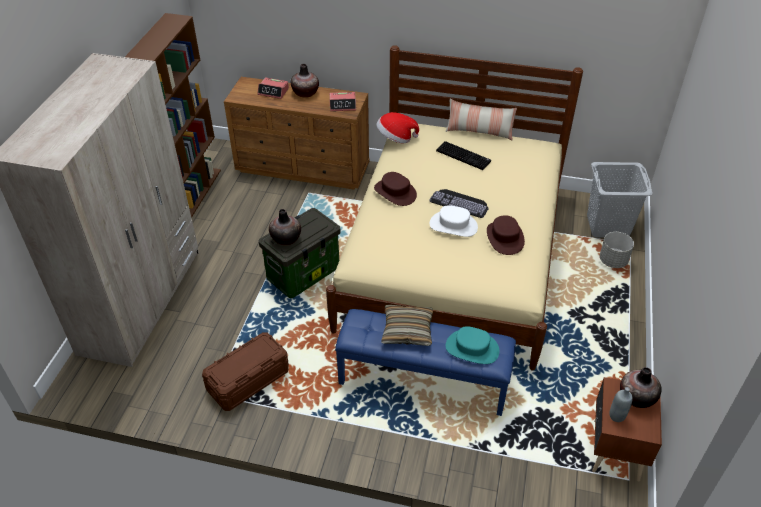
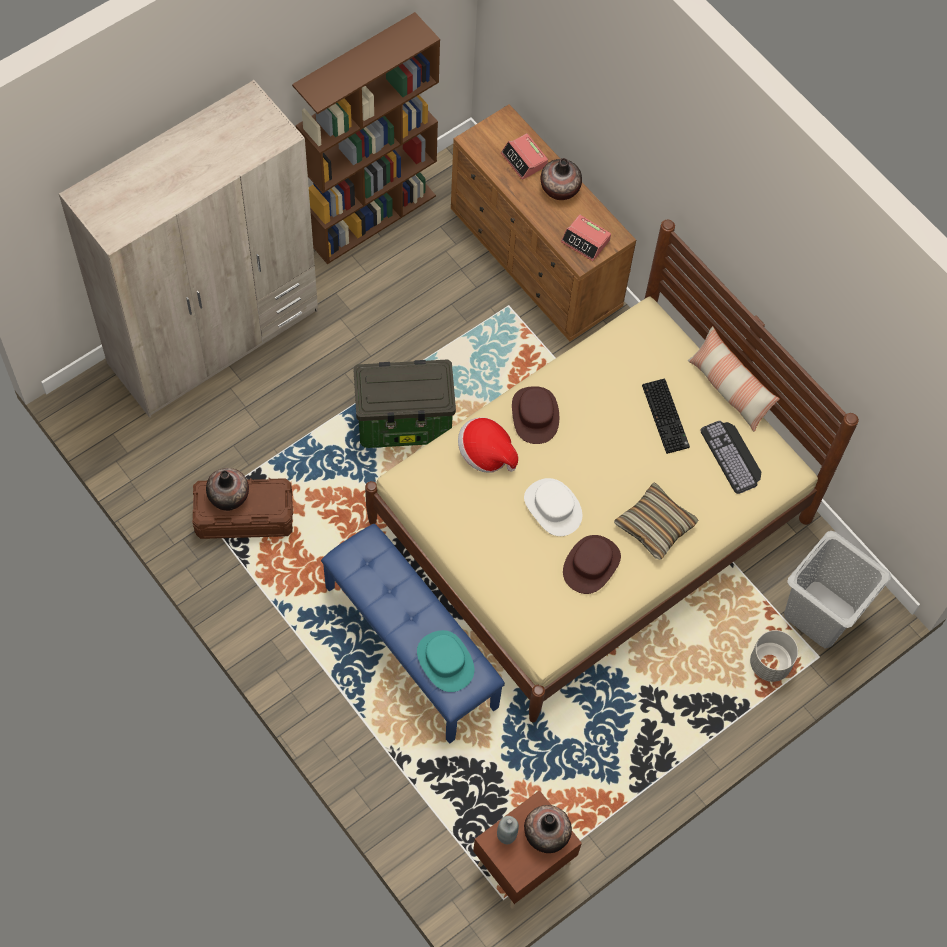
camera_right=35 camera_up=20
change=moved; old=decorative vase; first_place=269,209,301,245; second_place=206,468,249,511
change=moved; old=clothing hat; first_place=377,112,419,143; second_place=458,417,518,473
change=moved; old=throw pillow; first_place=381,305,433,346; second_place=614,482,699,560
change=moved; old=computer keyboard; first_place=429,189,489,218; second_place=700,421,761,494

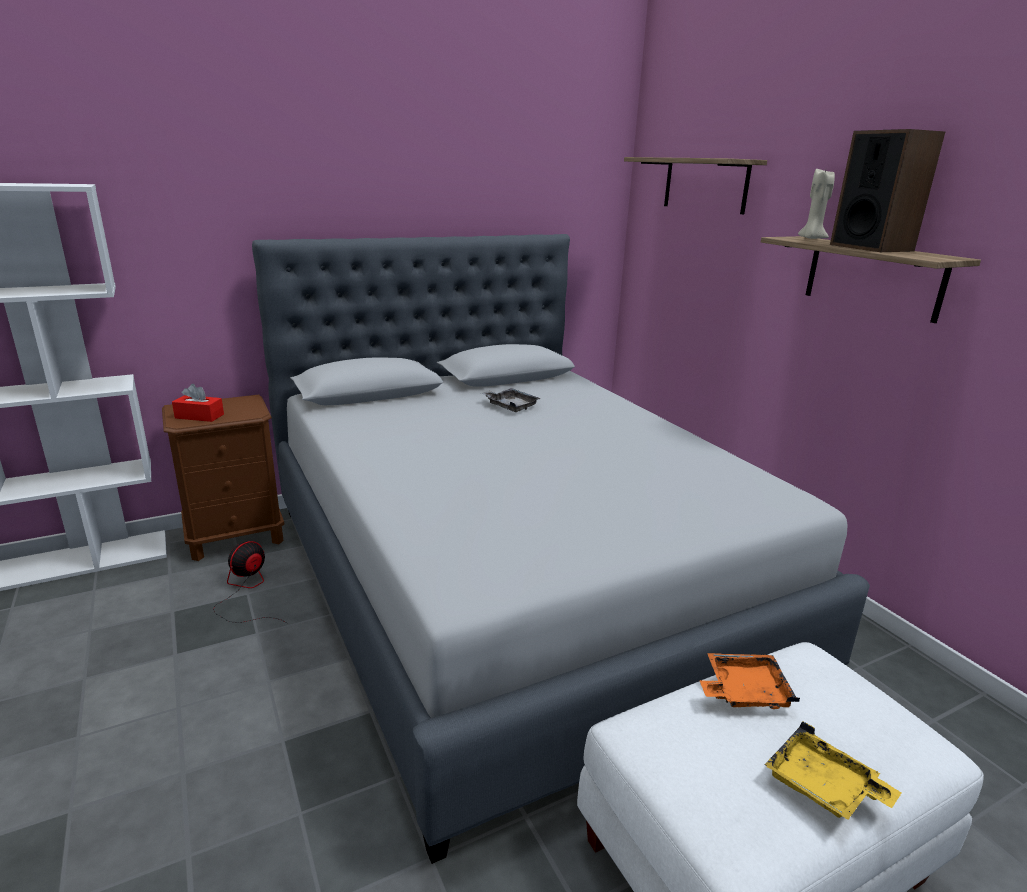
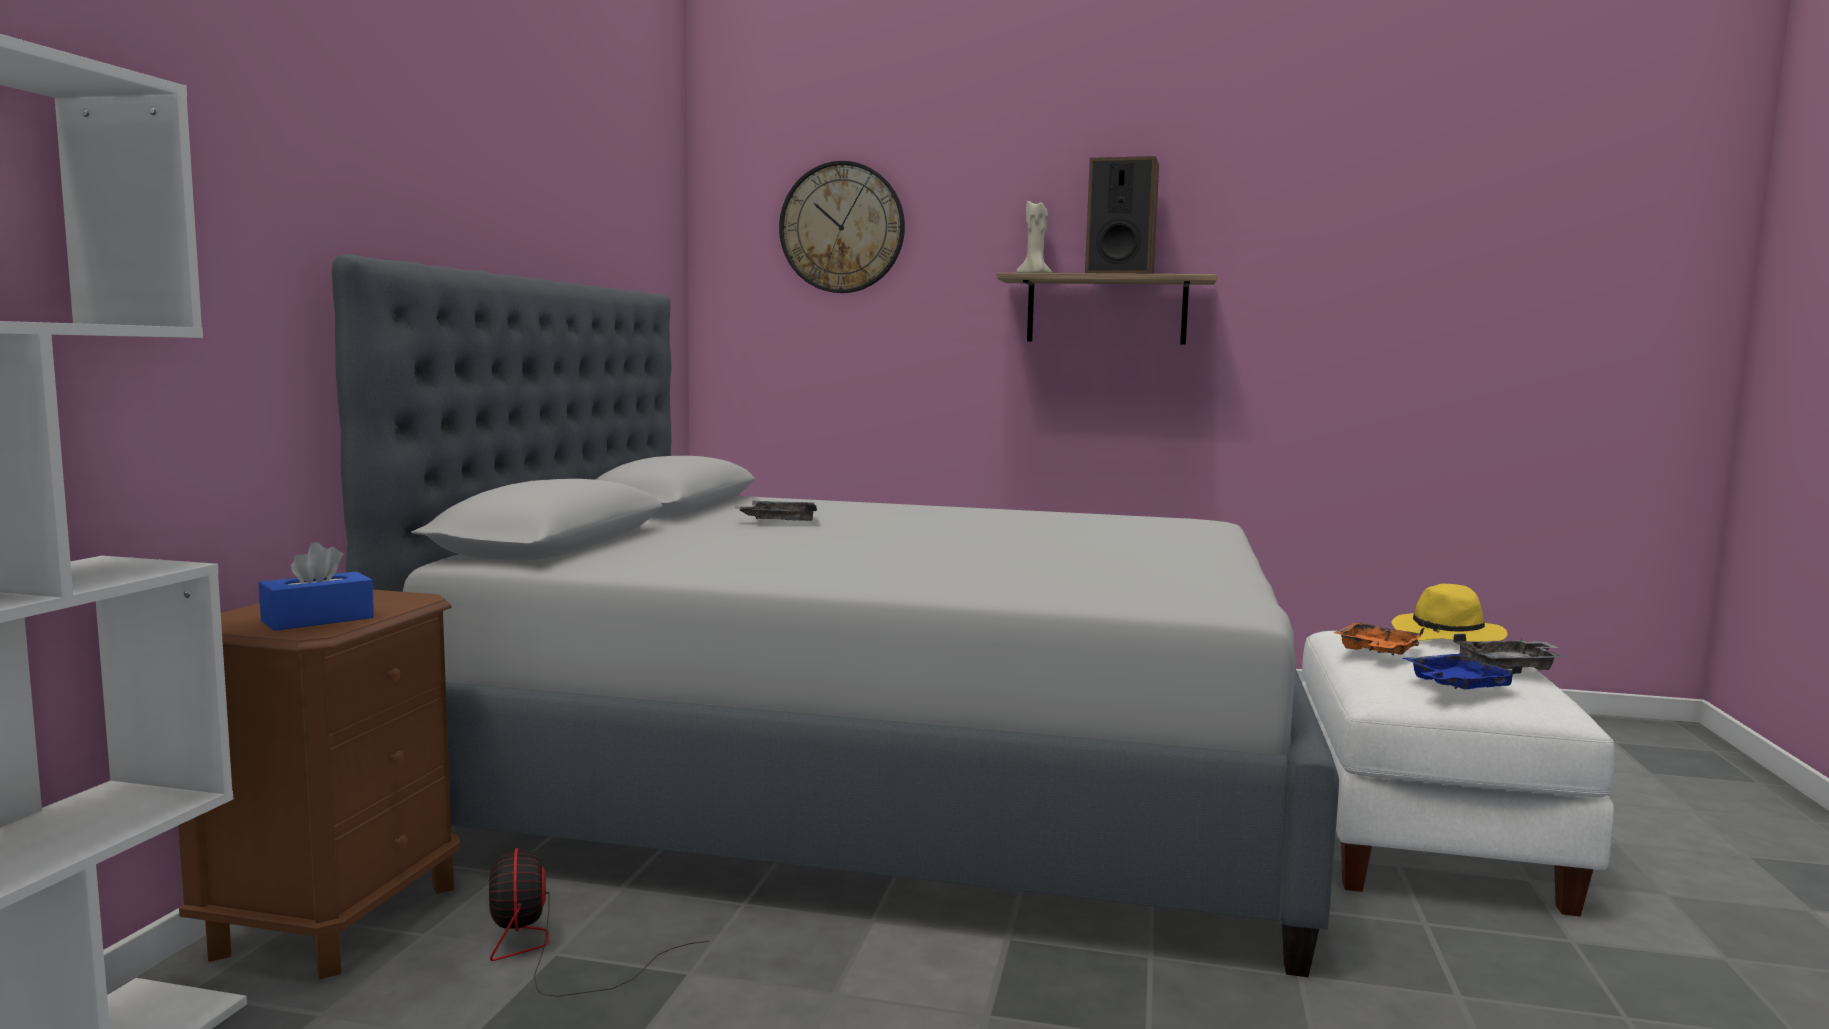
camera_right=-50 camera_up=-15
change=added; new=yellow clothing hat; second_place=1391,584,1508,641
change=added; new=bluish tray; second_place=1403,654,1523,689
change=replaced; old=bracket shelf; new=wall clock; first_place=624,157,767,214; second_place=779,161,905,293
change=recoloured; old=reddish box of tissues; new=bluish box of tissues; first_place=172,384,224,422; second_place=259,542,374,631
change=recoloured; old=yellow tray; new=gray tray; first_place=764,721,902,820; second_place=1453,634,1564,670

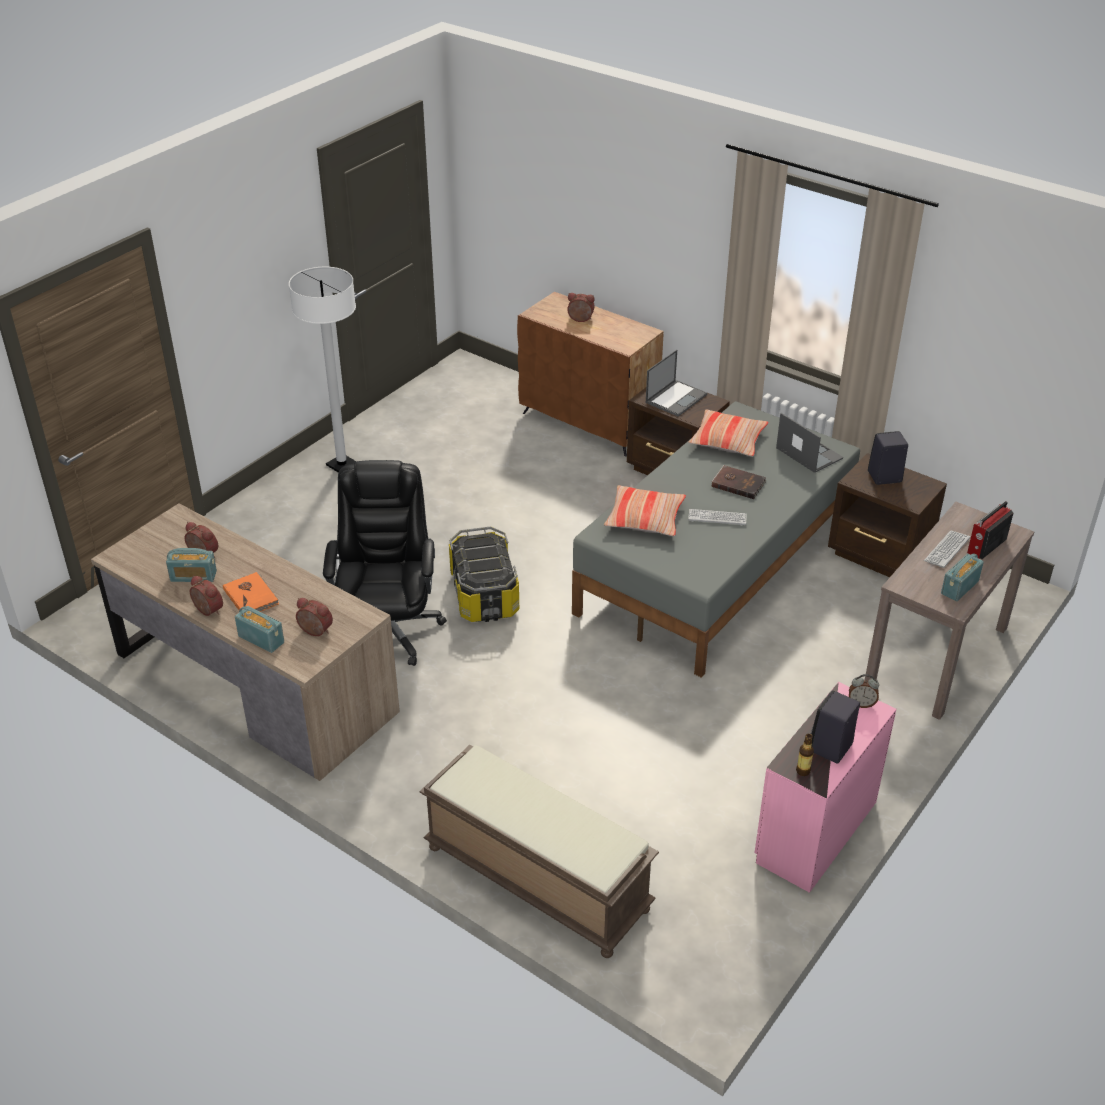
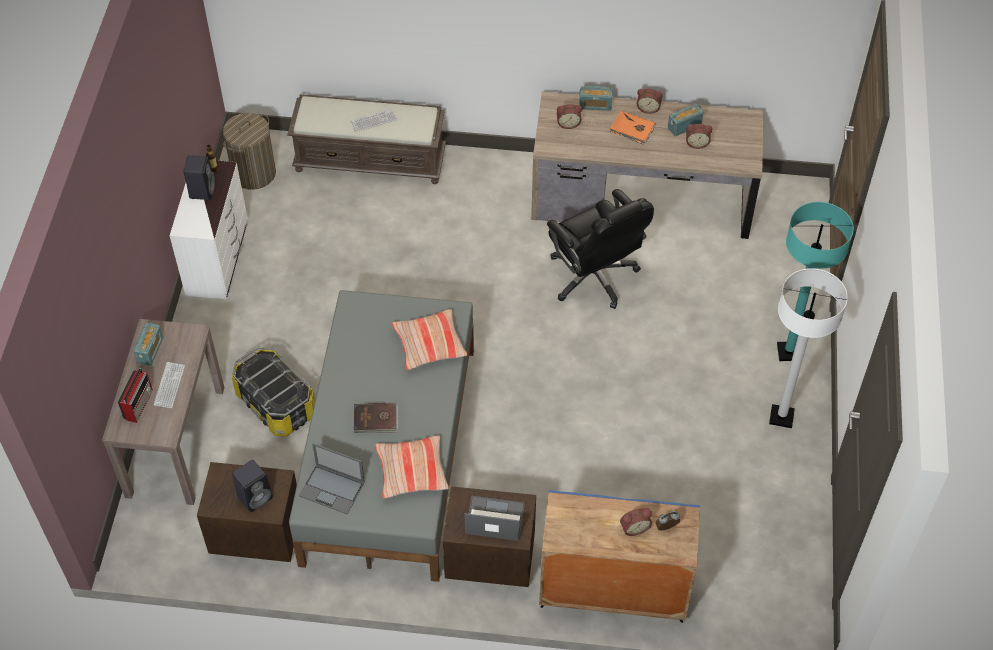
camera_right=150 camera_up=15
change=added; new=washing basket; second_place=223,113,276,190
change=added; new=turquoise-coloured standing lamp; second_place=777,202,854,361
change=moved; old=storage bin; first_place=449,527,519,622; second_place=232,347,315,437
change=moved; old=computer keyboard; first_place=688,509,747,526; second_place=350,108,397,132
change=moved; old=bedside clock; first_place=849,674,879,708; second_place=655,510,680,531
change=recoloured; old=brown-coloured cupboard; new=bluish cupboard; first_place=517,292,664,456; second_place=539,490,700,623
change=recoloured; old=pinkish dresser; new=whitish dresser; first_place=755,682,896,893; second_place=170,160,248,300
change=turned; old=notebook computer; first_place=646,350,707,417; second_place=464,496,525,541; degrees=90

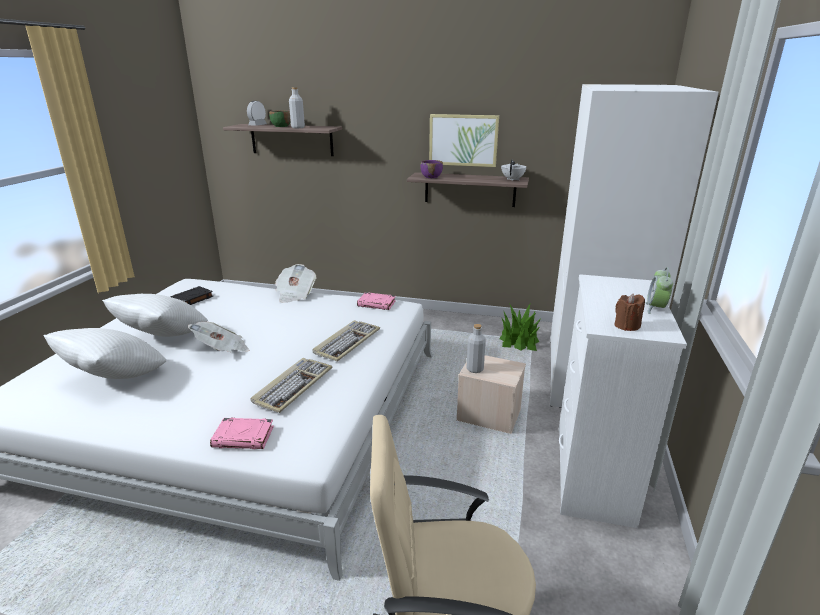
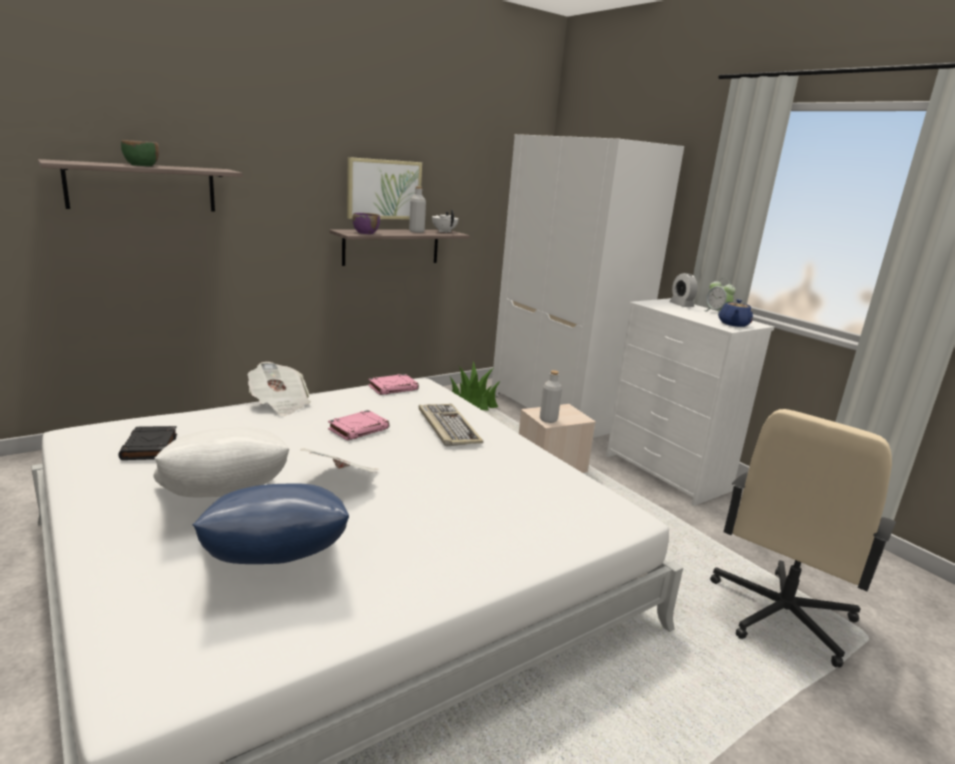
camera_right=-50 camera_up=-5
change=removed; old=computer keyboard; first_place=251,358,332,413
change=moved; old=pinkish volume; first_place=210,417,274,449; second_place=328,410,389,441
change=moved; old=bedside clock; first_place=247,101,267,126; second_place=669,273,698,307
change=moved; old=gray drink bottle; first_place=289,87,305,128; second_place=409,186,426,233
change=replaced; old=brown-coloured wax light; new=bluish pot for tea; first_place=614,293,645,331; second_place=719,299,753,327
change=recoloured; old=whitish throw pillow; new=bluish throw pillow; first_place=43,328,167,379; second_place=193,483,349,564

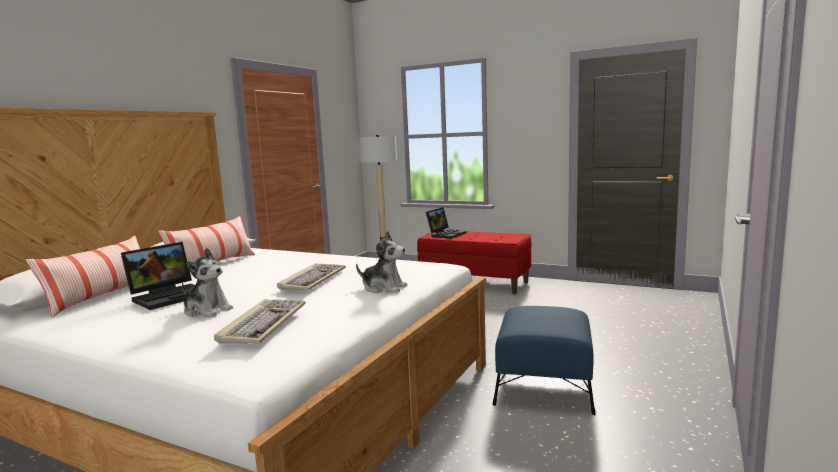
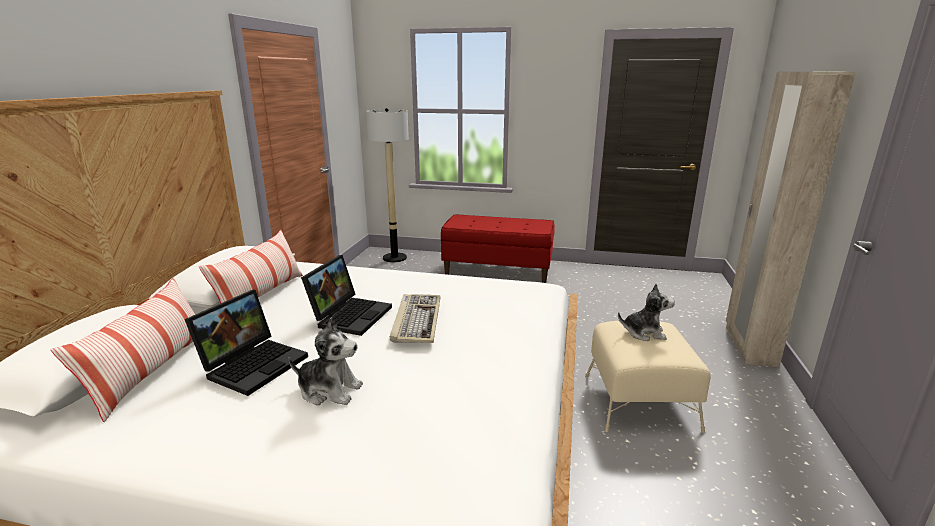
camera_right=-15 camera_up=10
change=removed; old=computer keyboard; first_place=214,299,305,344
change=added; new=sand-coloured armoire; second_place=726,72,856,367
change=moved; old=plush toy; first_place=356,231,407,293; second_place=618,283,675,341
change=moved; old=notebook computer; first_place=426,207,466,239; second_place=301,255,392,336
change=recoloured; old=bluish ottoman; new=sand-coloured ottoman; first_place=493,306,596,415; second_place=585,321,711,433

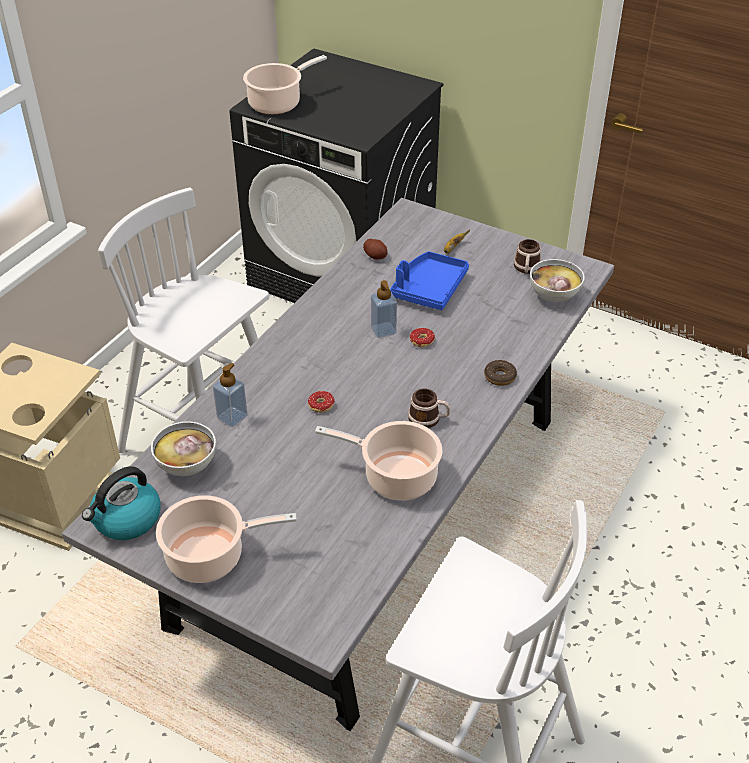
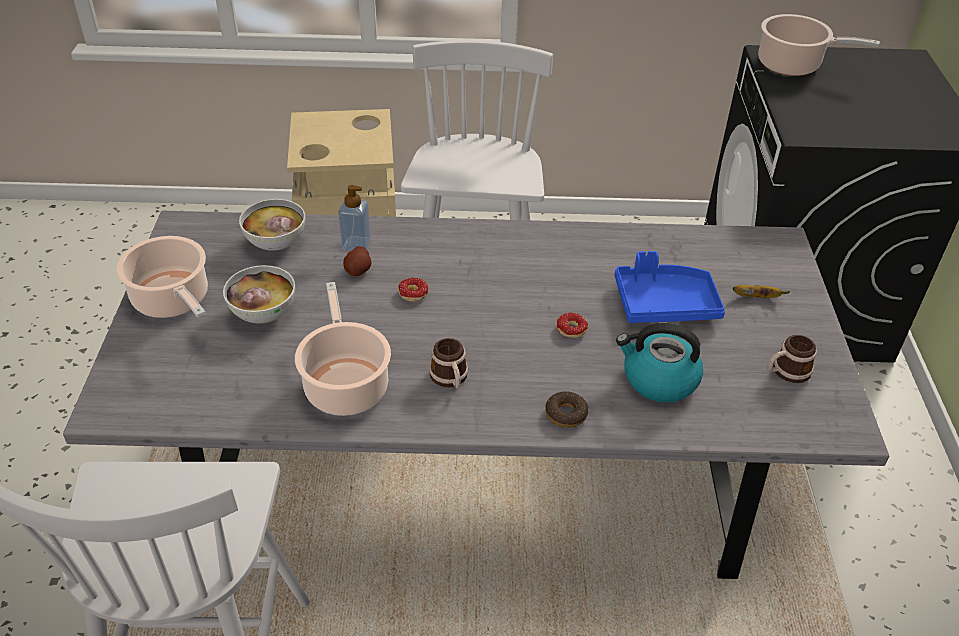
camera_right=60 camera_up=0
change=removed; old=liquid soap bottle; first_place=371,280,397,338
change=moved; old=kettle; first_place=82,466,161,540; second_place=616,323,703,402
change=moved; old=whole potato; first_place=363,239,388,260; second_place=343,246,371,276
change=moved; old=serving bowl; first_place=530,259,584,302; second_place=223,265,295,324

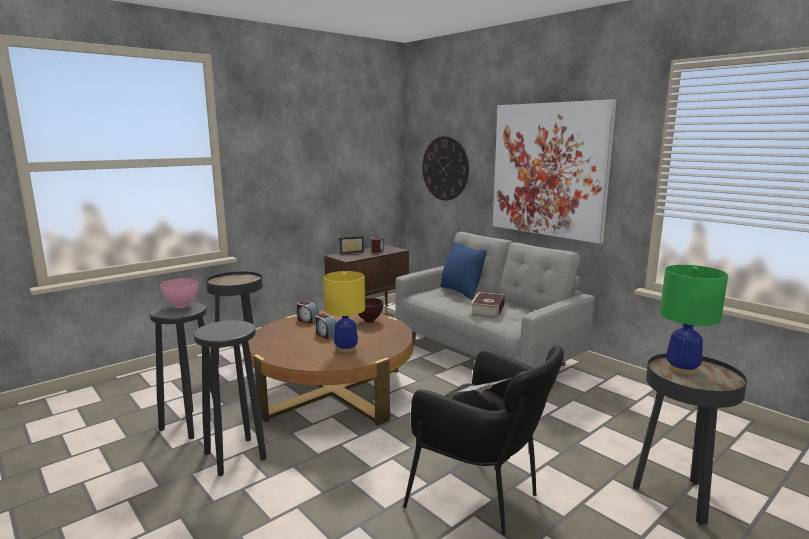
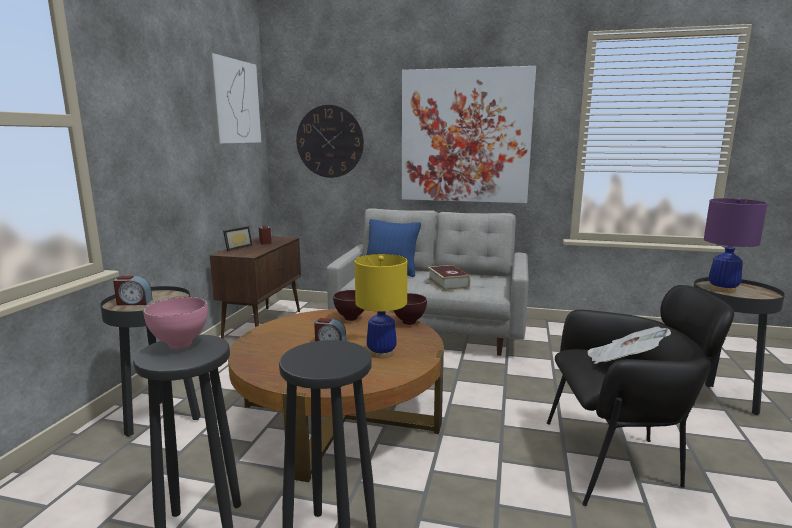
camera_right=-35 camera_up=0
change=added; new=picture; second_place=207,53,261,144
change=added; new=brown-coloured serving bowl; second_place=393,293,427,325
change=moved; old=bedside clock; first_place=297,301,319,324; second_place=113,276,153,305
change=recoloured; old=green lamp for a table; new=purplish lamp for a table; first_place=660,265,728,375; second_place=704,197,768,293

